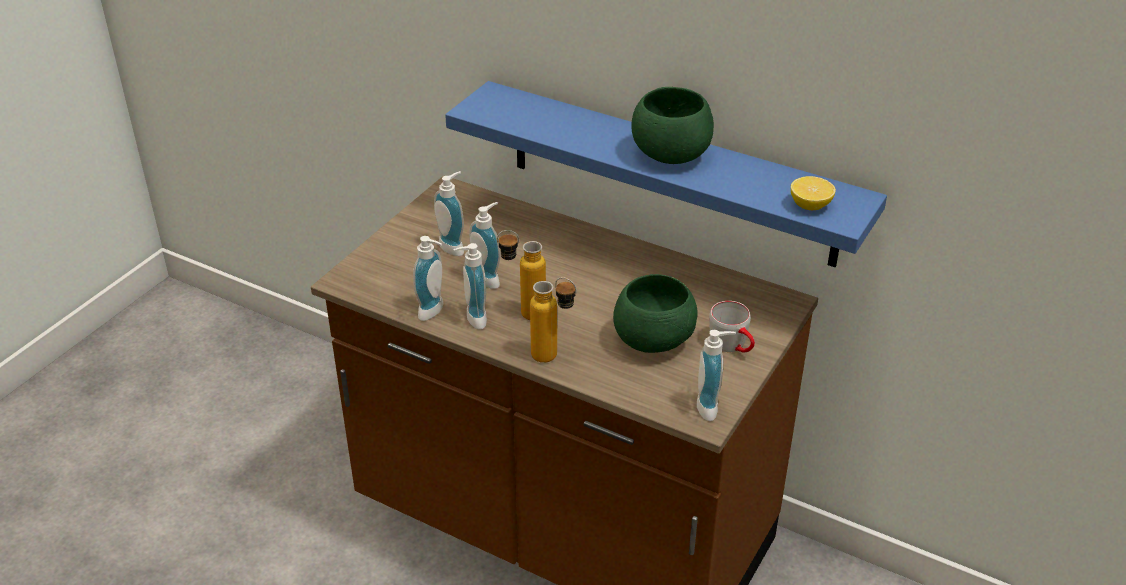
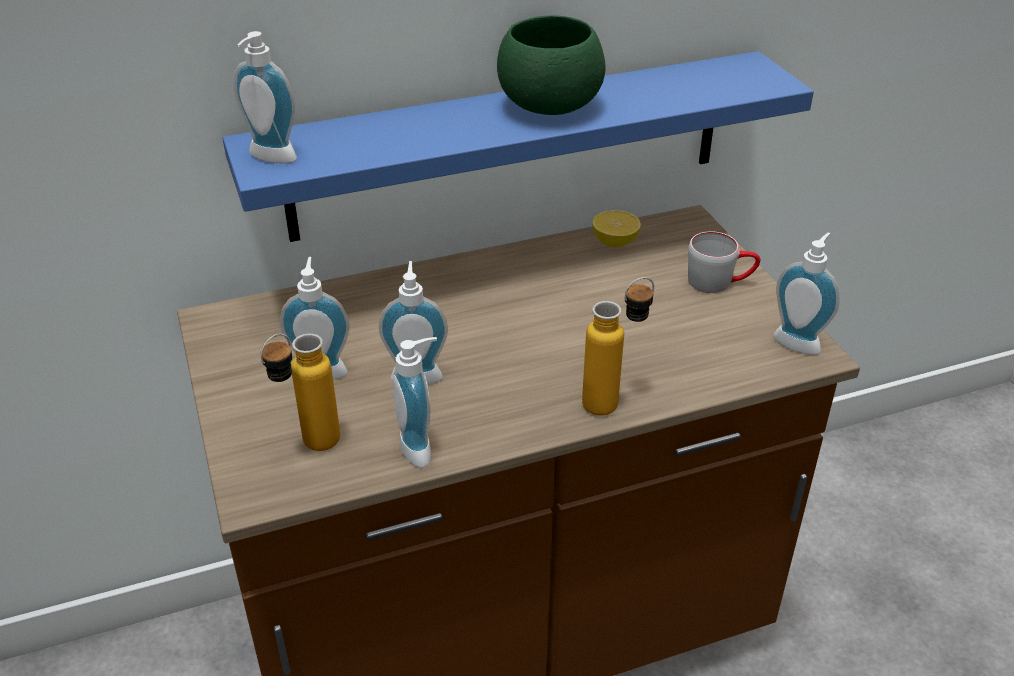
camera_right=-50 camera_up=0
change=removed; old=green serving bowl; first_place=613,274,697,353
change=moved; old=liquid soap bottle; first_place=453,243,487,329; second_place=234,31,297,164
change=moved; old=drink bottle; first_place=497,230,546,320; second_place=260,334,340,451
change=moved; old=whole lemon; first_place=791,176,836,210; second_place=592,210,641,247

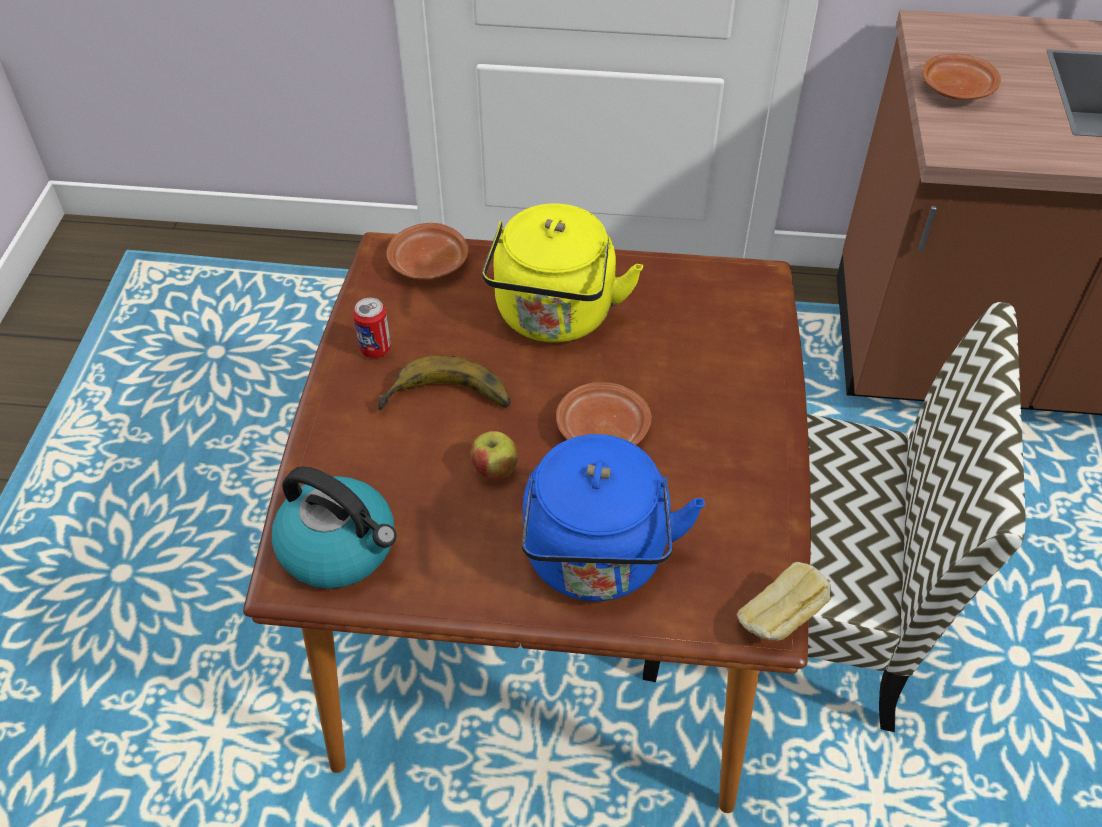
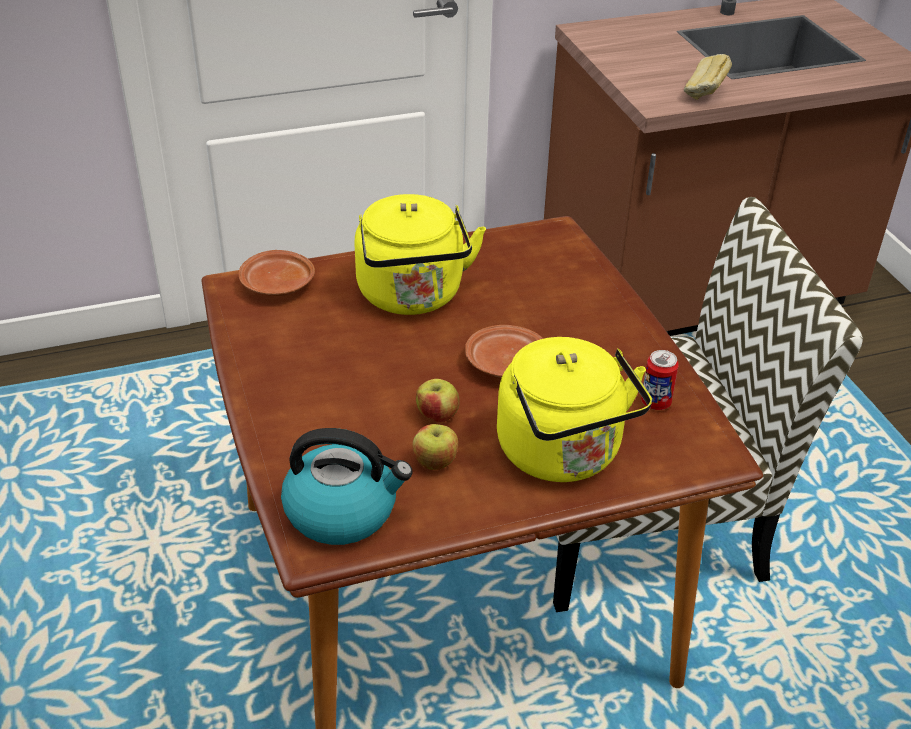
camera_right=-25 camera_up=-10
change=removed; old=banana fruit; first_place=377,355,511,410
change=removed; old=brown-coloured plate; first_place=922,54,1001,100
change=added; new=whole apple; second_place=412,424,458,470
change=moved; old=metal can; first_place=353,298,391,358; second_place=641,350,679,410
change=moved; old=bread; first_place=737,562,831,641; second_place=684,54,732,100
change=recoloured; old=bluish kettle; new=yellow kettle; first_place=522,434,705,601; second_place=497,337,652,482

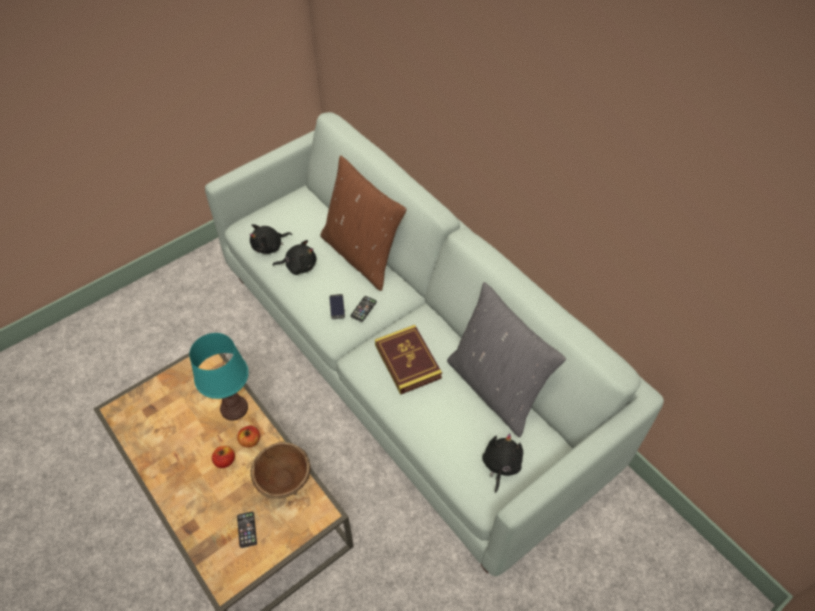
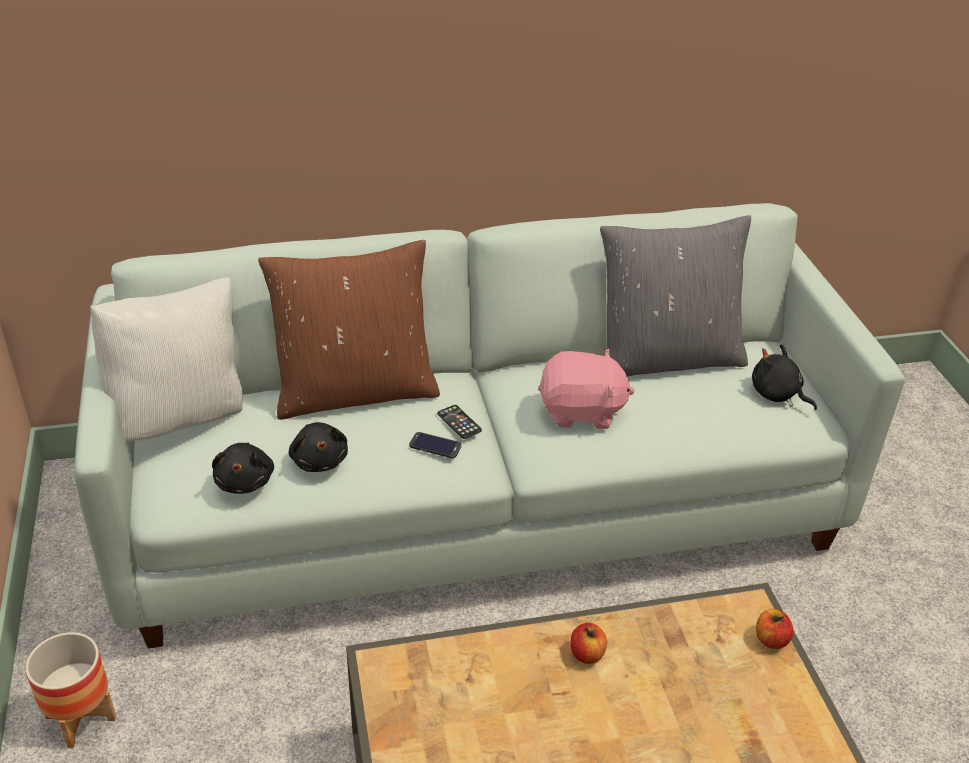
camera_right=-65 camera_up=-15
change=removed; old=turquoise-coloured lamp for a table; first_place=189,333,249,421
change=removed; old=phone; first_place=237,512,257,548
change=removed; old=brown-coloured serving bowl; first_place=250,442,311,499
change=added; new=plant pot; second_place=25,632,116,748
change=added; new=whitish throw pillow; second_place=90,277,243,442
change=moved; old=whole apple; first_place=212,446,235,468; second_place=756,609,793,649
change=replaced; old=volume; new=pinkish plush toy; first_place=375,325,442,395; second_place=538,349,635,429
change=turned; old=black plush toy; first_place=273,240,316,275; second_place=289,422,348,472; degrees=135

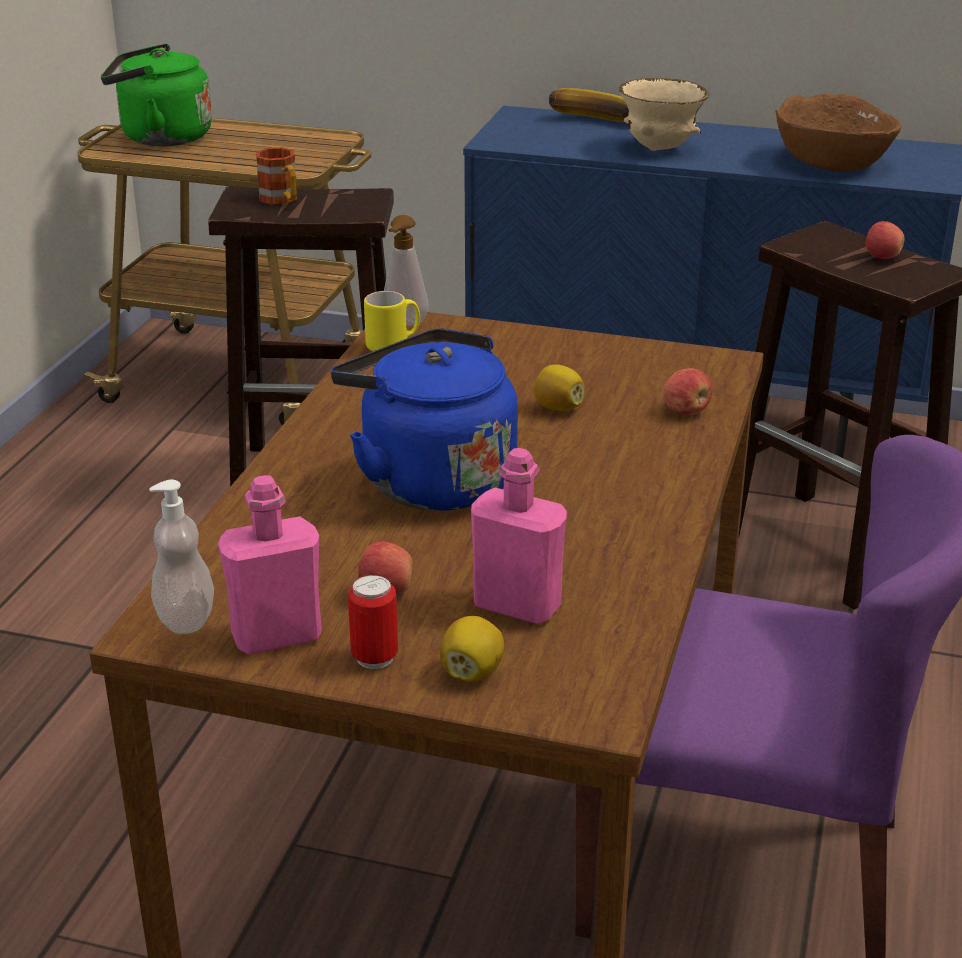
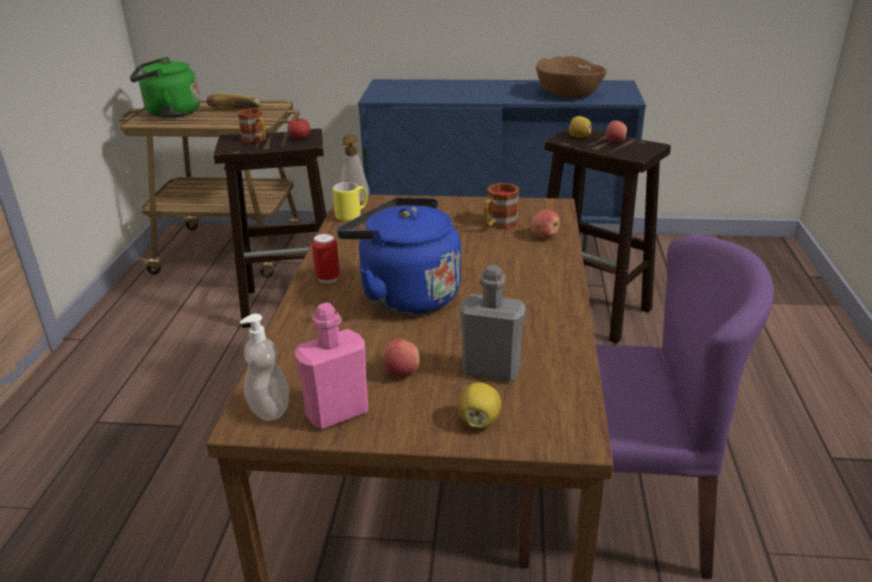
camera_right=-10 camera_up=0
change=removed; old=sand-coloured serving bowl; first_place=619,78,709,151
change=added; new=tomato; second_place=287,117,310,139
change=added; new=mug; second_place=484,183,519,229
change=moved; old=metal can; first_place=348,574,398,669; second_place=312,233,340,283
change=moved; old=whole lemon; first_place=533,364,585,411; second_place=569,116,591,138
change=moved; old=banana fruit; first_place=549,88,629,122; second_place=207,94,263,110
change=recoloured; old=pinkish drink bottle; new=gray drink bottle; first_place=471,448,567,625; second_place=460,265,526,382

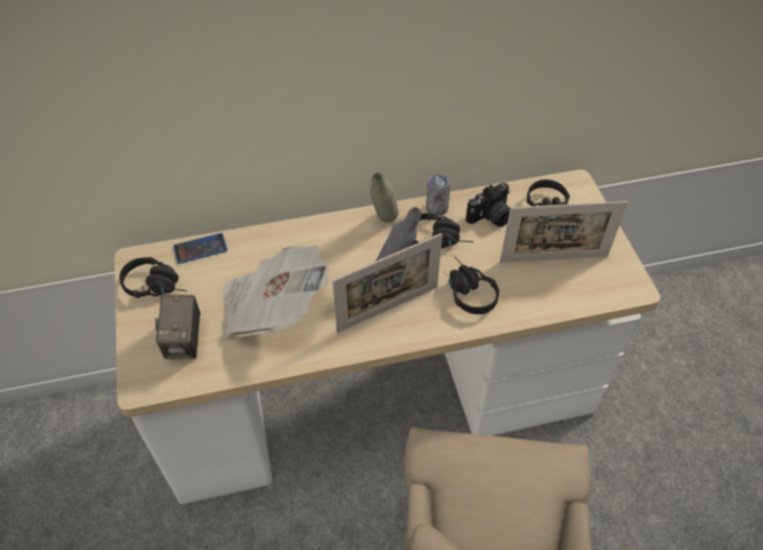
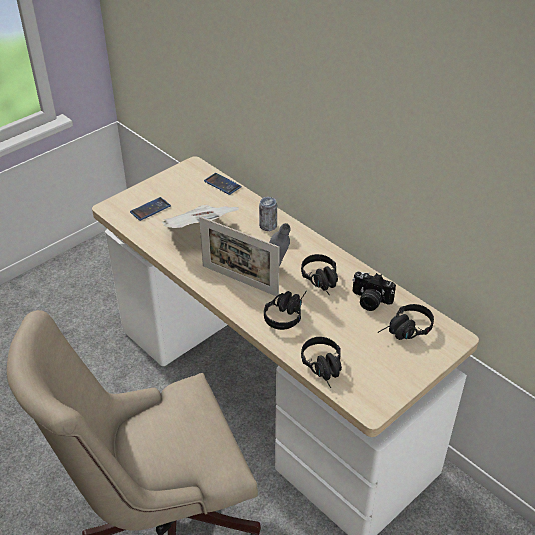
camera_right=60 camera_up=-10
change=removed; old=gray drink bottle; first_place=370,172,399,223
change=removed; old=standing frame; first_place=500,201,628,263
change=moved; old=black pair of headphones; first_place=119,257,187,298; second_place=301,337,342,388
change=moved; old=metal can; first_place=426,174,451,216; second_place=259,197,277,231
change=replaced; old=photo camera; new=phone; first_place=155,295,200,360; second_place=130,197,171,221

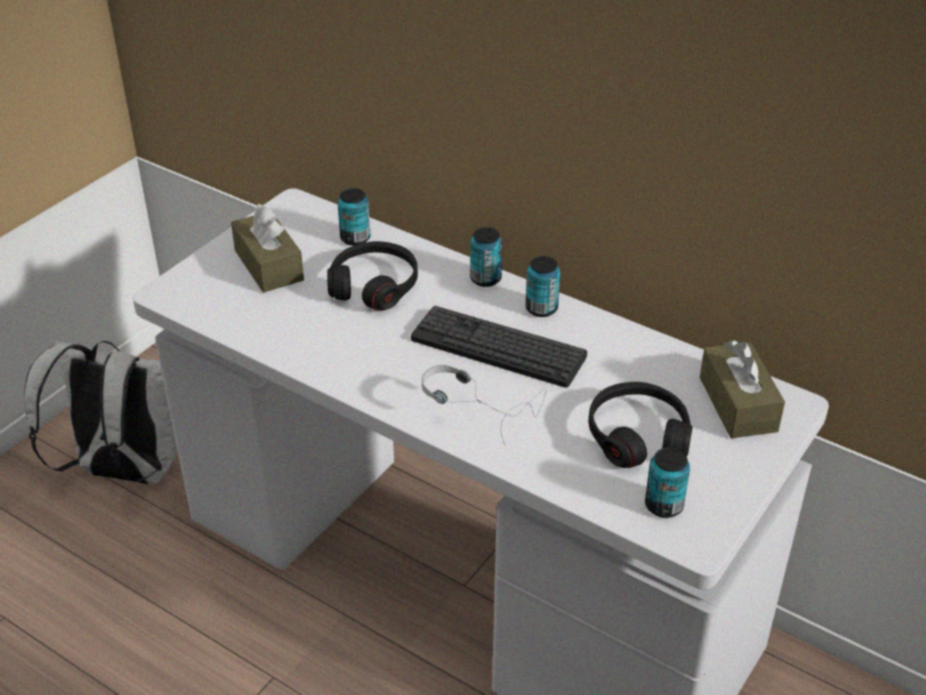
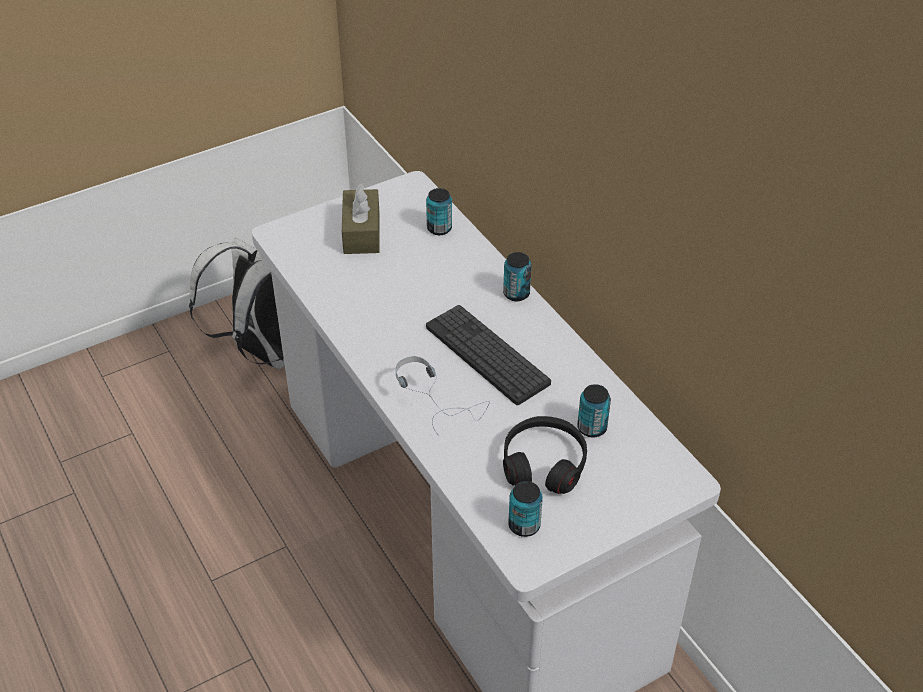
camera_right=25 camera_up=5
change=removed; old=black pair of headphones; first_place=327,241,418,311
change=removed; old=brown-coloured box of tissues; first_place=700,340,785,439
change=moved; old=metal can; first_place=526,256,560,317; second_place=577,384,611,438

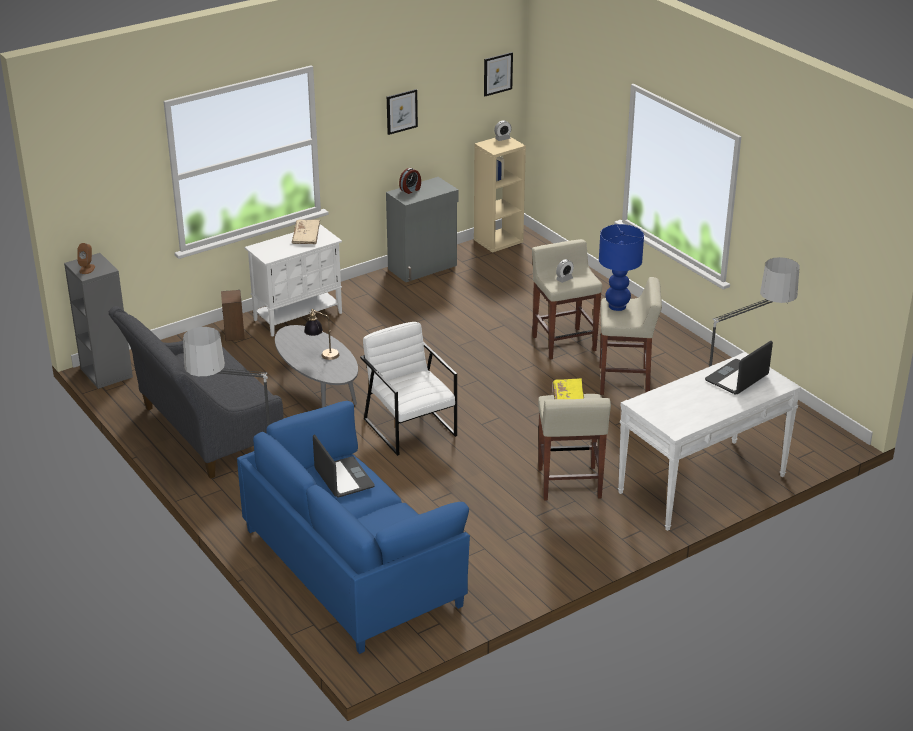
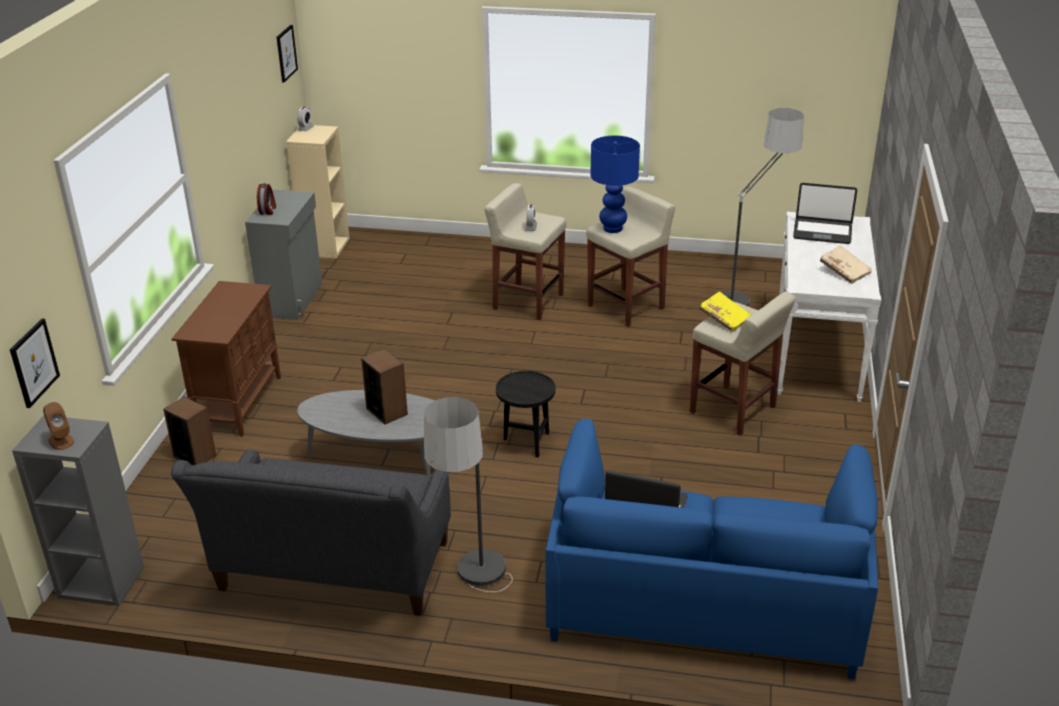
camera_right=-45 camera_up=0
change=moved; old=sand-coloured volume; first_place=292,220,320,244; second_place=820,245,873,284
change=moved; old=picture; first_place=387,89,418,135; second_place=10,318,60,408
change=replaced; old=lamp for a table; new=loudspeaker; first_place=304,309,339,360; second_place=361,349,408,424
change=replaced; old=whitish lounge chair; new=black end table; first_place=360,322,457,456; second_place=496,371,555,458
change=recoloured; old=whitish cupboard; new=brown-coloured cupboard; first_place=245,224,342,337; second_place=172,281,281,437
change=turned; old=notebook computer; first_place=705,341,773,395; second_place=793,183,857,244; degrees=-75

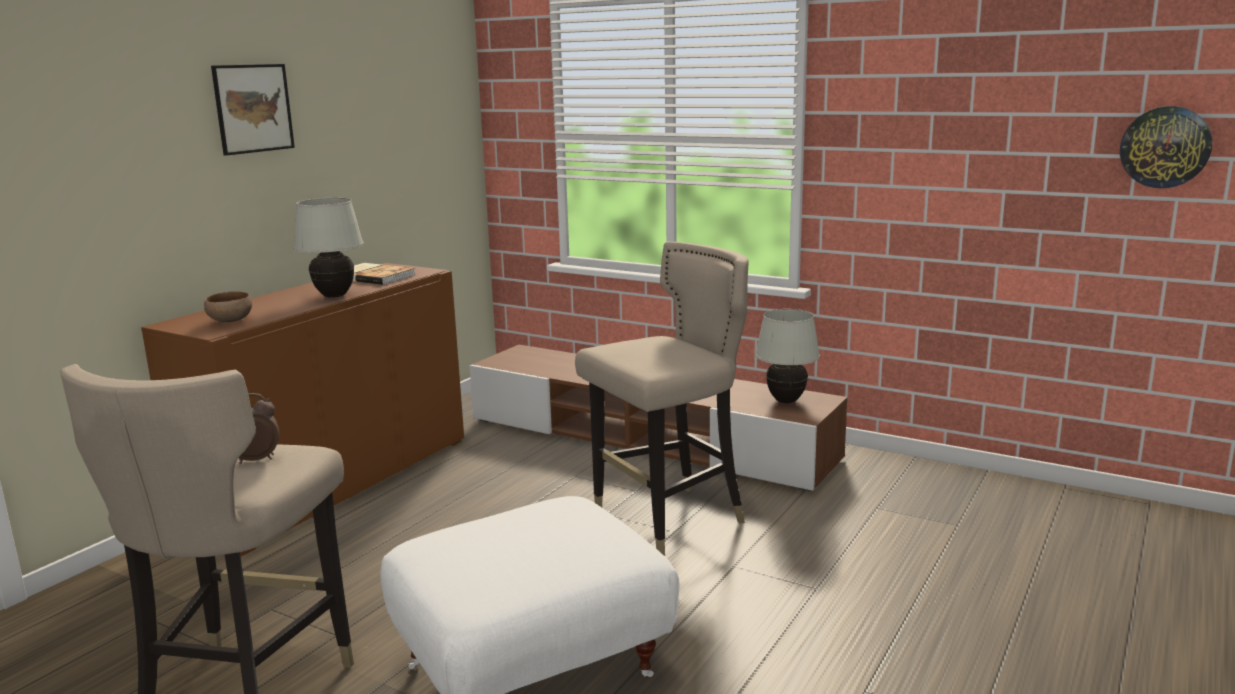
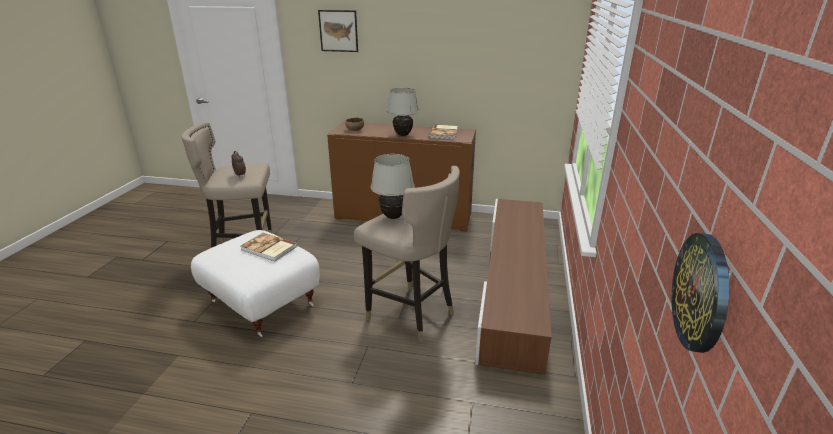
camera_right=70 camera_up=10
change=added; new=volume; second_place=241,233,297,261
change=moved; old=picture; first_place=211,64,295,156; second_place=318,10,358,52
change=moved; old=whitish lamp for a table; first_place=755,309,820,403; second_place=371,154,415,219

